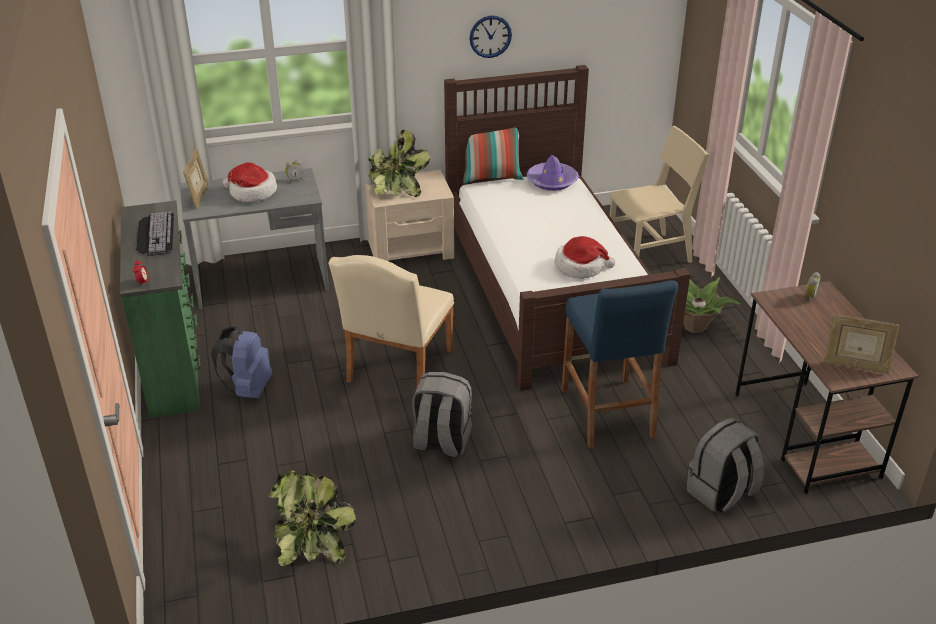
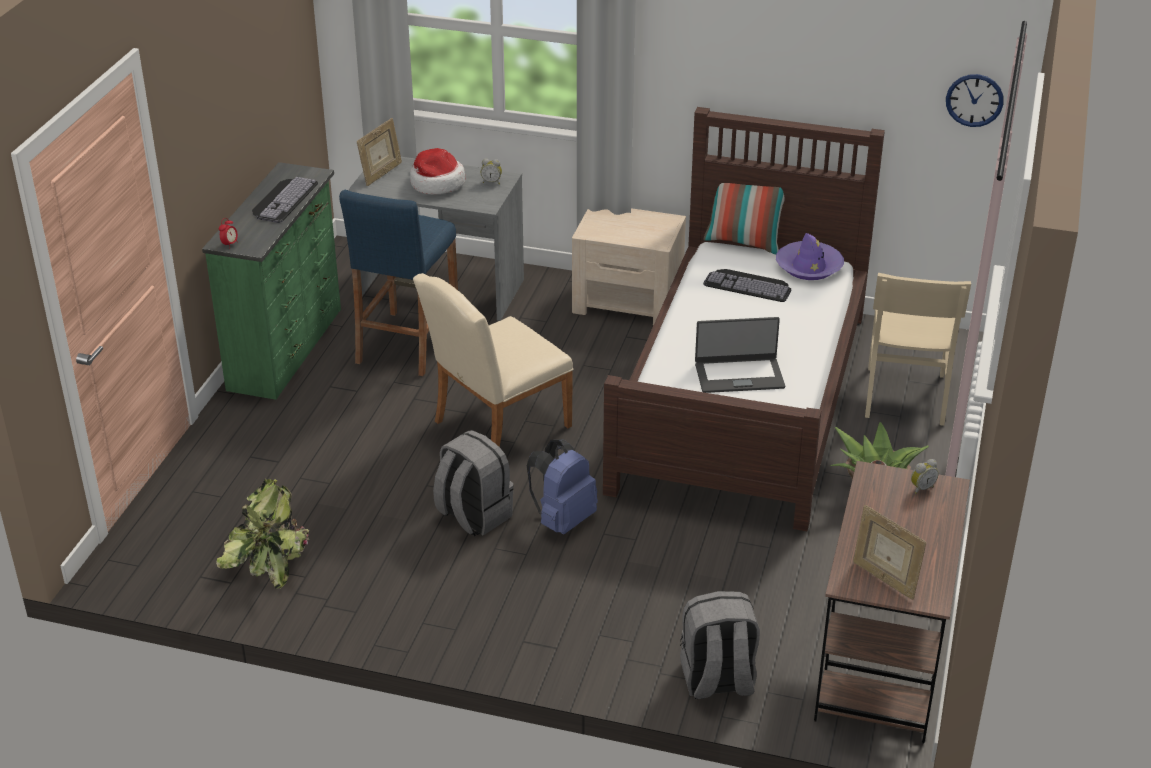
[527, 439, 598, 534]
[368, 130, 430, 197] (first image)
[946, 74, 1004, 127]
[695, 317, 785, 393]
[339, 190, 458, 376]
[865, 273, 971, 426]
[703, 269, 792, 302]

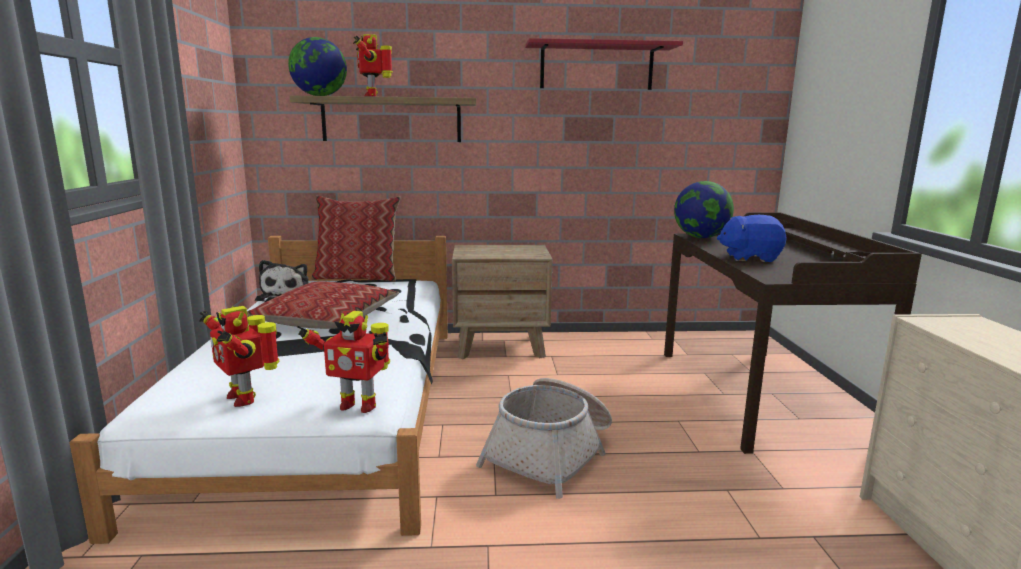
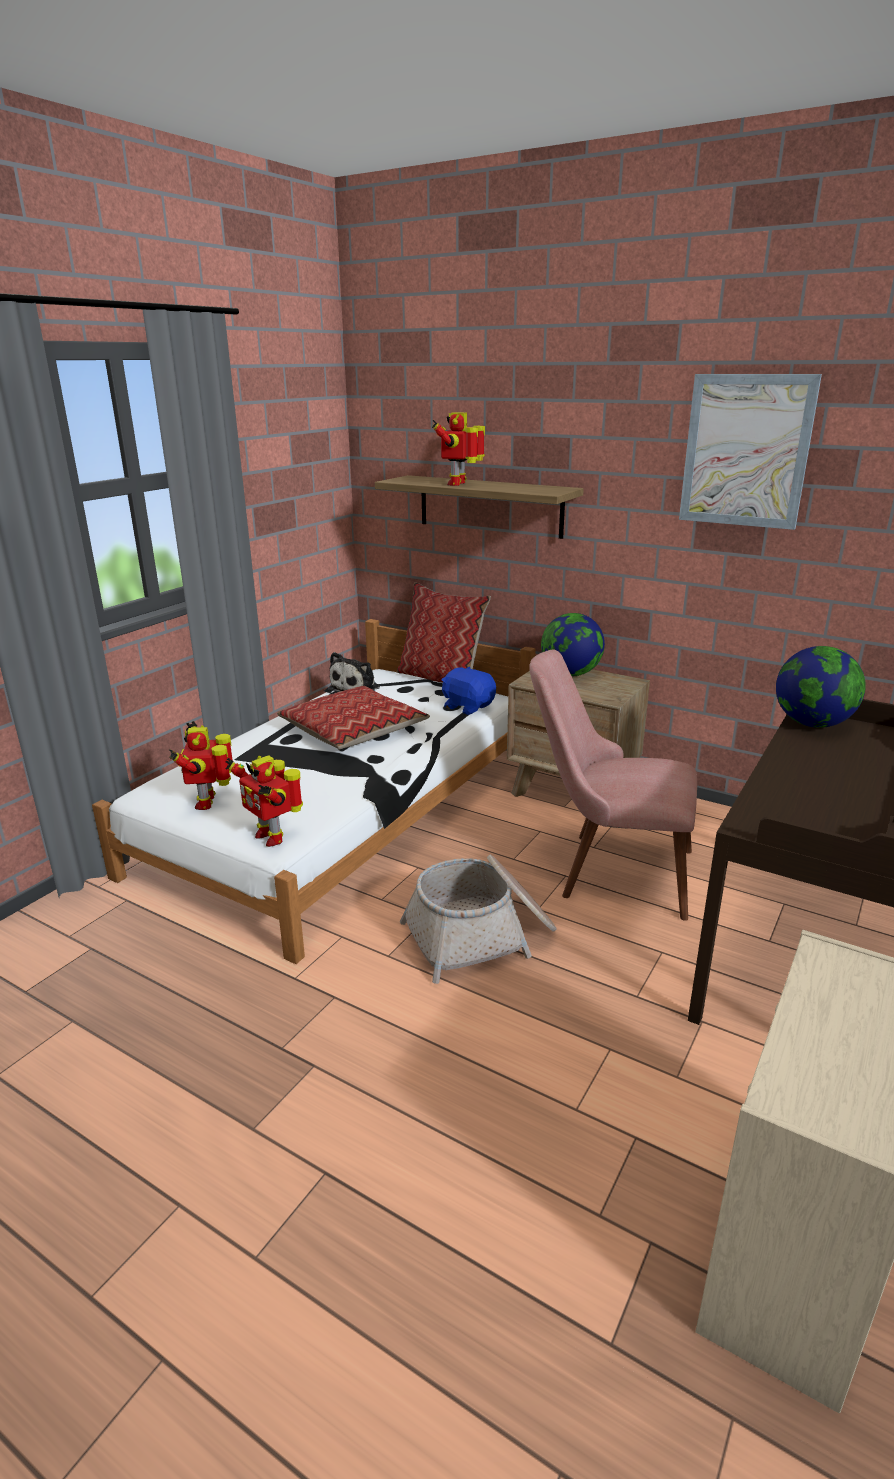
[541, 613, 605, 676]
[679, 374, 822, 530]
[442, 667, 496, 715]
[529, 650, 697, 921]

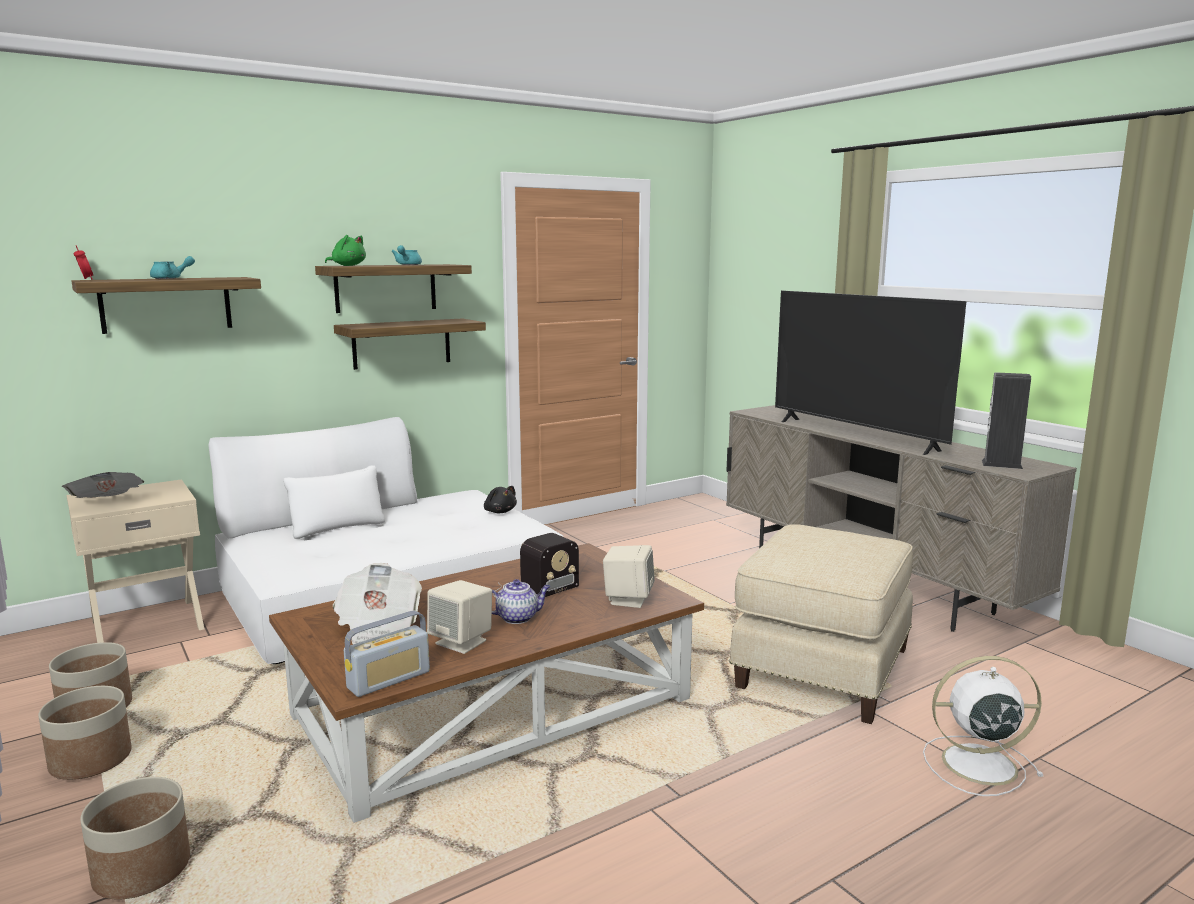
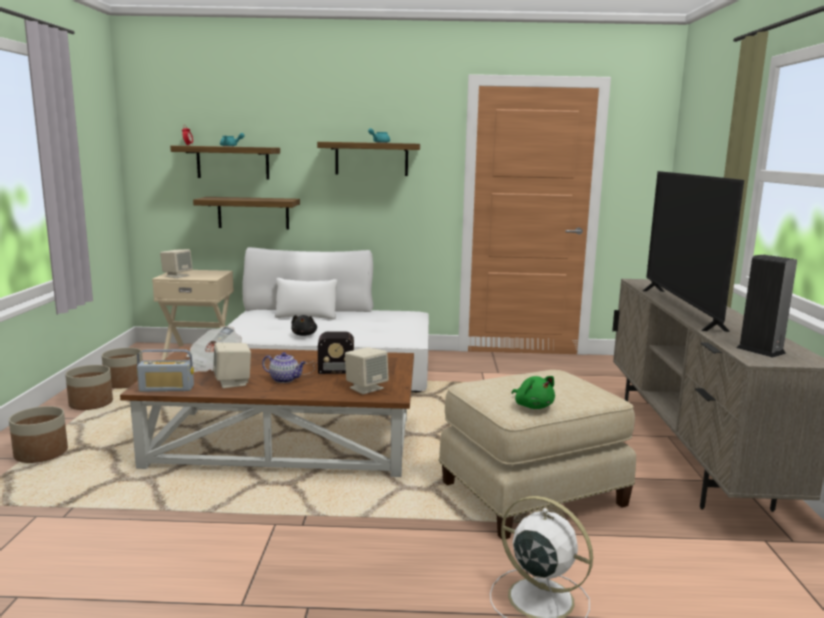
[160, 249, 193, 278]
[512, 376, 555, 409]
[193, 197, 300, 230]
[291, 315, 317, 336]

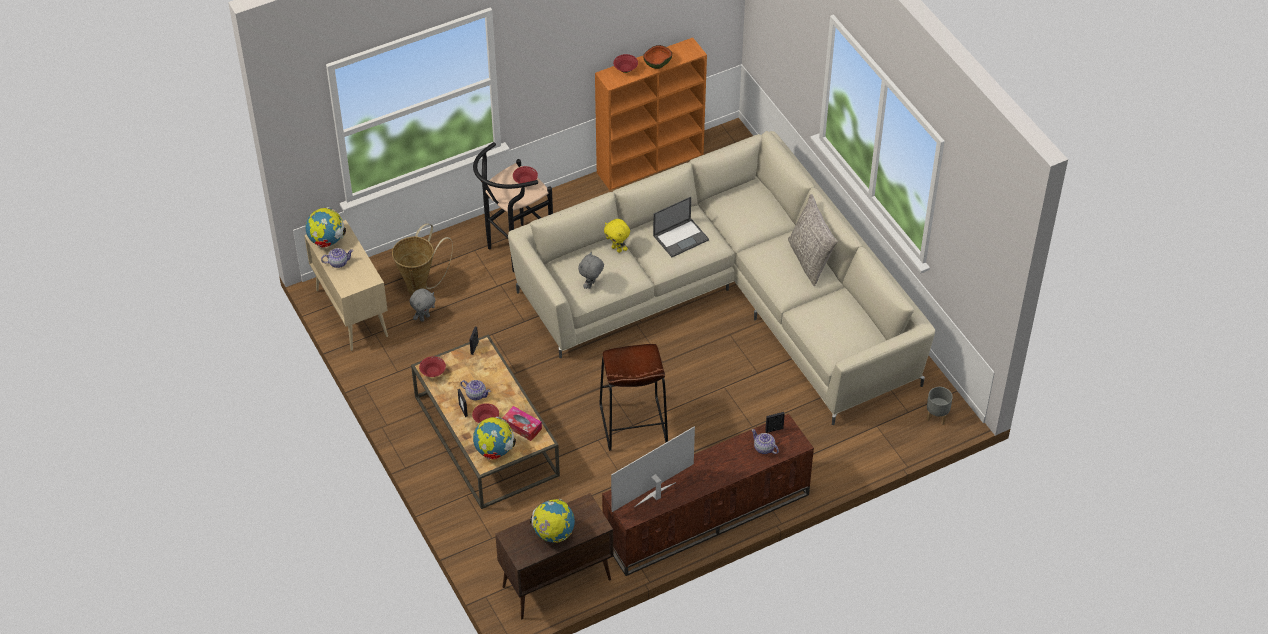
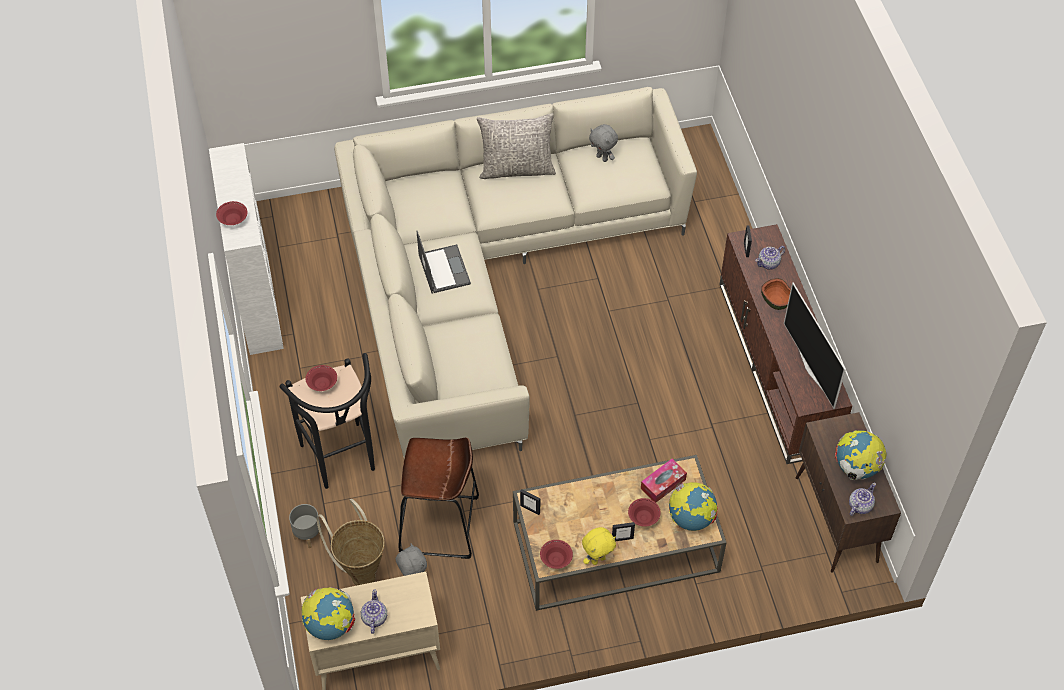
[849, 483, 876, 516]
[589, 124, 618, 162]
[209, 143, 284, 355]
[398, 438, 479, 559]
[582, 527, 616, 565]
[761, 278, 791, 310]
[289, 504, 322, 548]

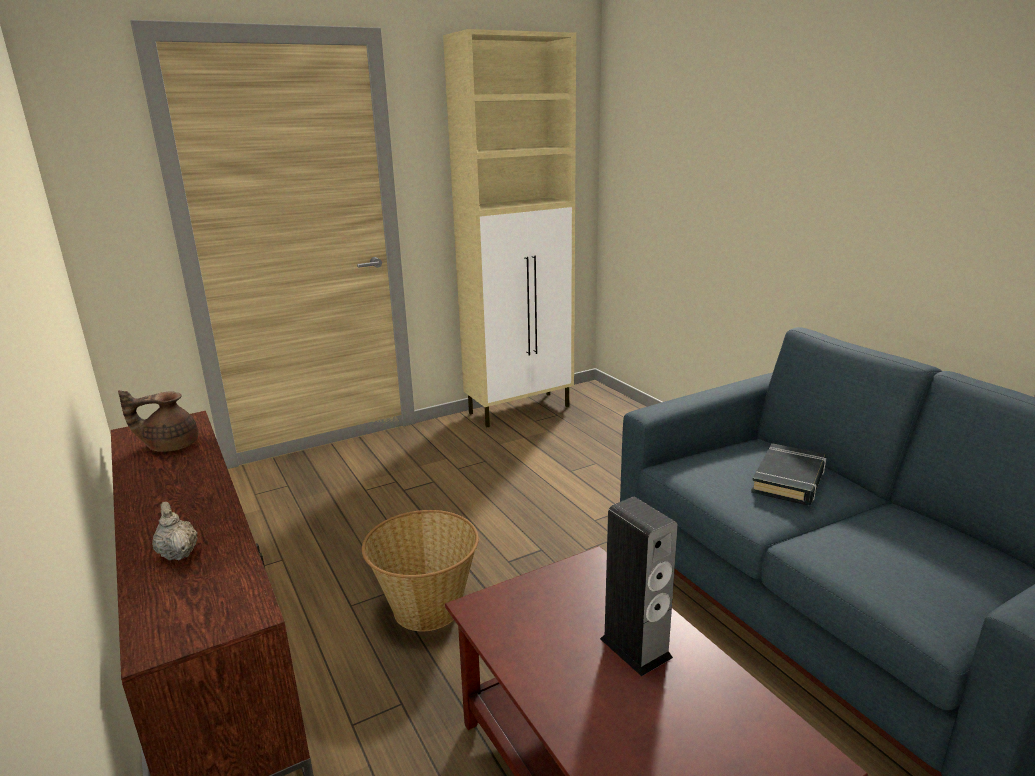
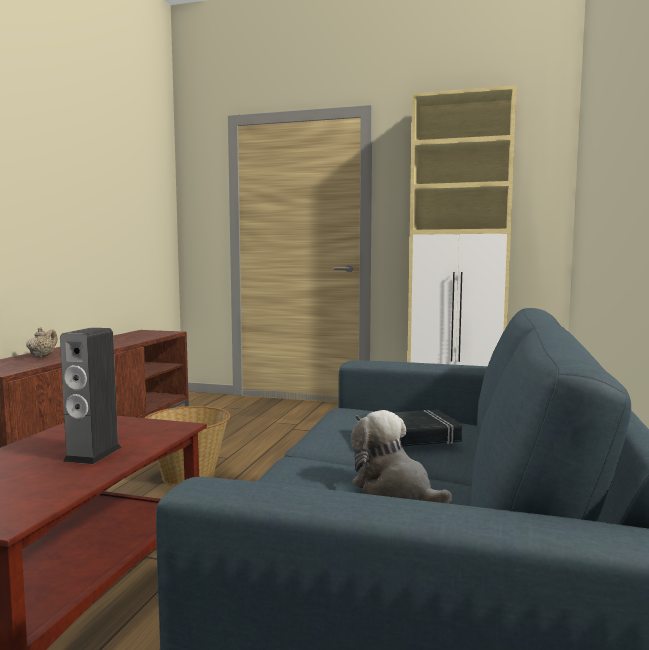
[118, 390, 198, 452] (first image)
[351, 410, 452, 504]

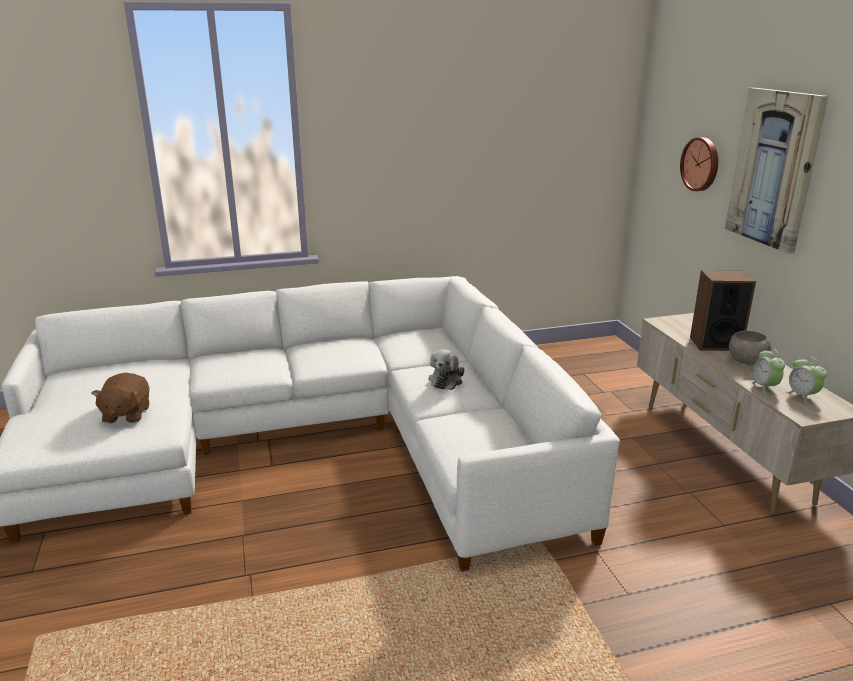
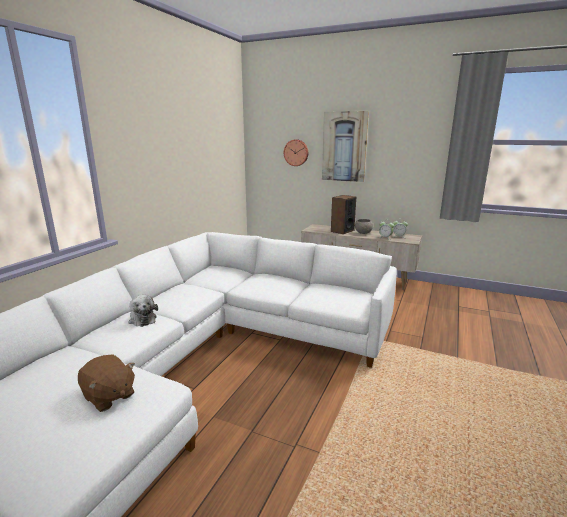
[129, 295, 158, 327]

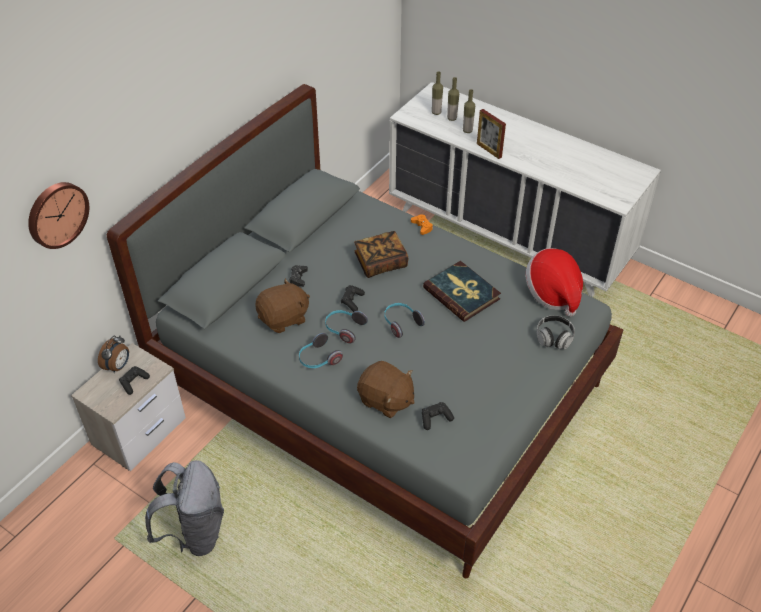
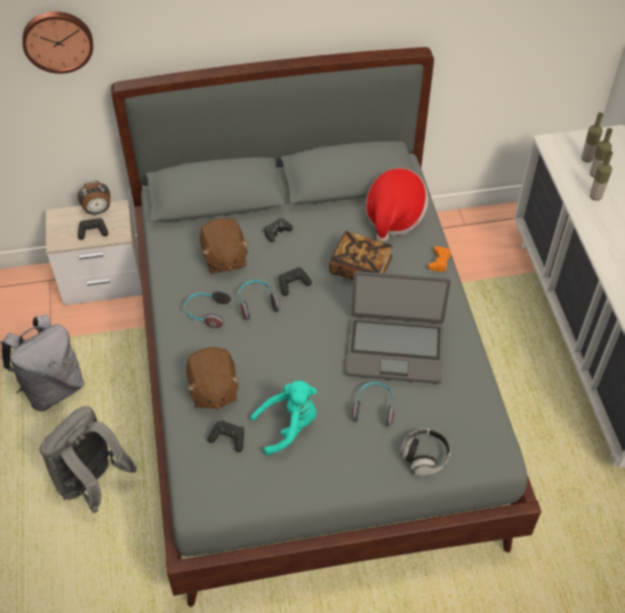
[199, 218, 249, 274]
[352, 382, 394, 427]
[346, 271, 451, 384]
[477, 109, 506, 159] (first image)
[366, 168, 428, 242]
[40, 406, 137, 513]
[250, 381, 317, 455]

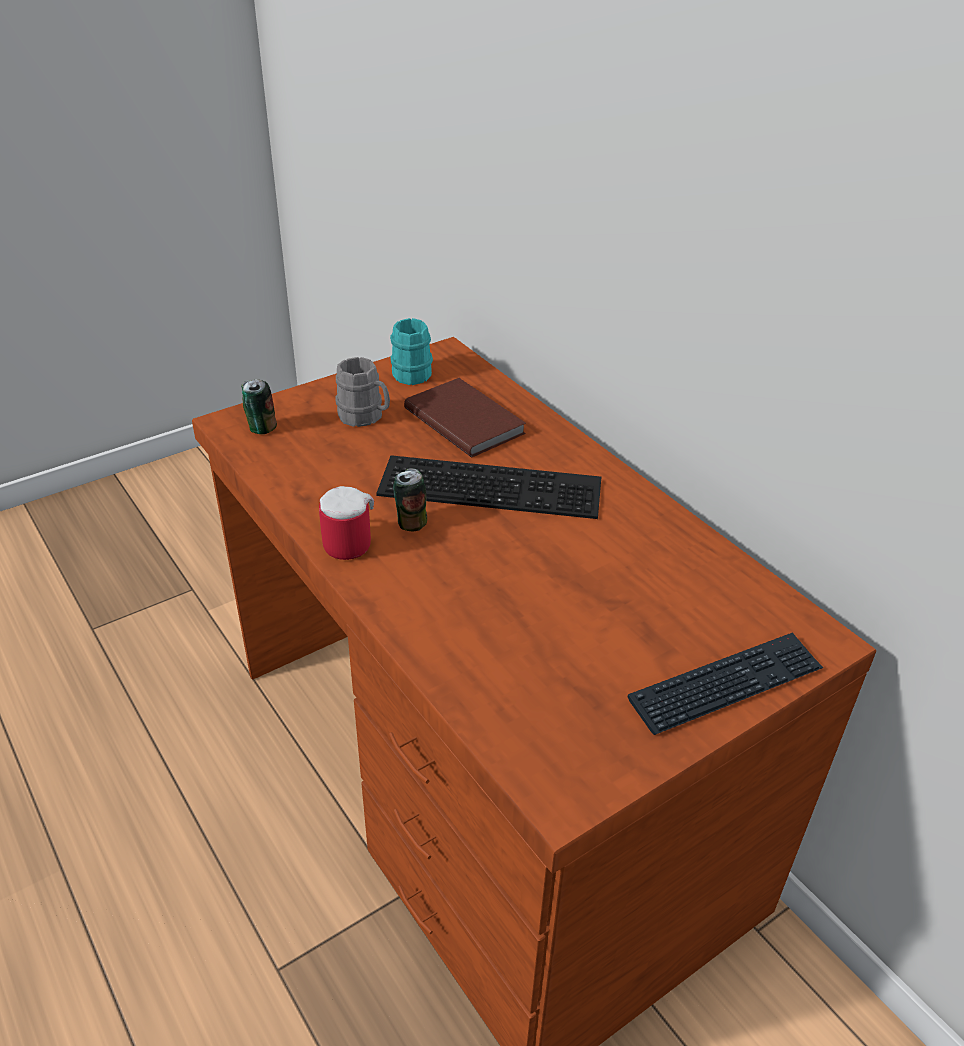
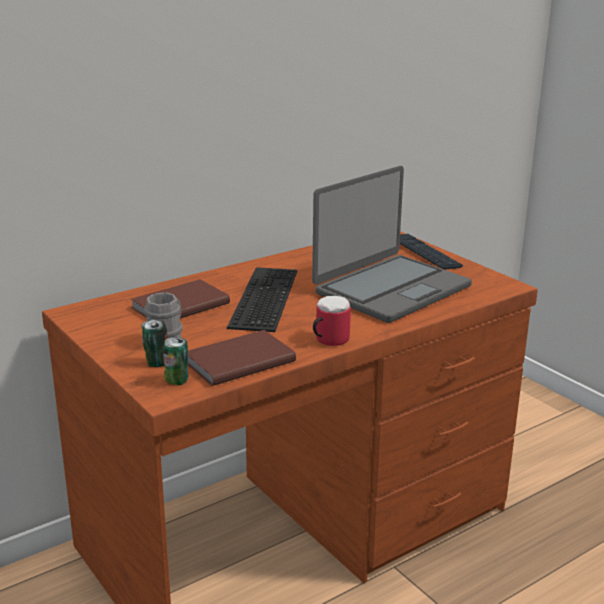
[390, 318, 433, 385] (first image)
[141, 319, 168, 367]
[188, 330, 296, 386]
[312, 166, 472, 323]

